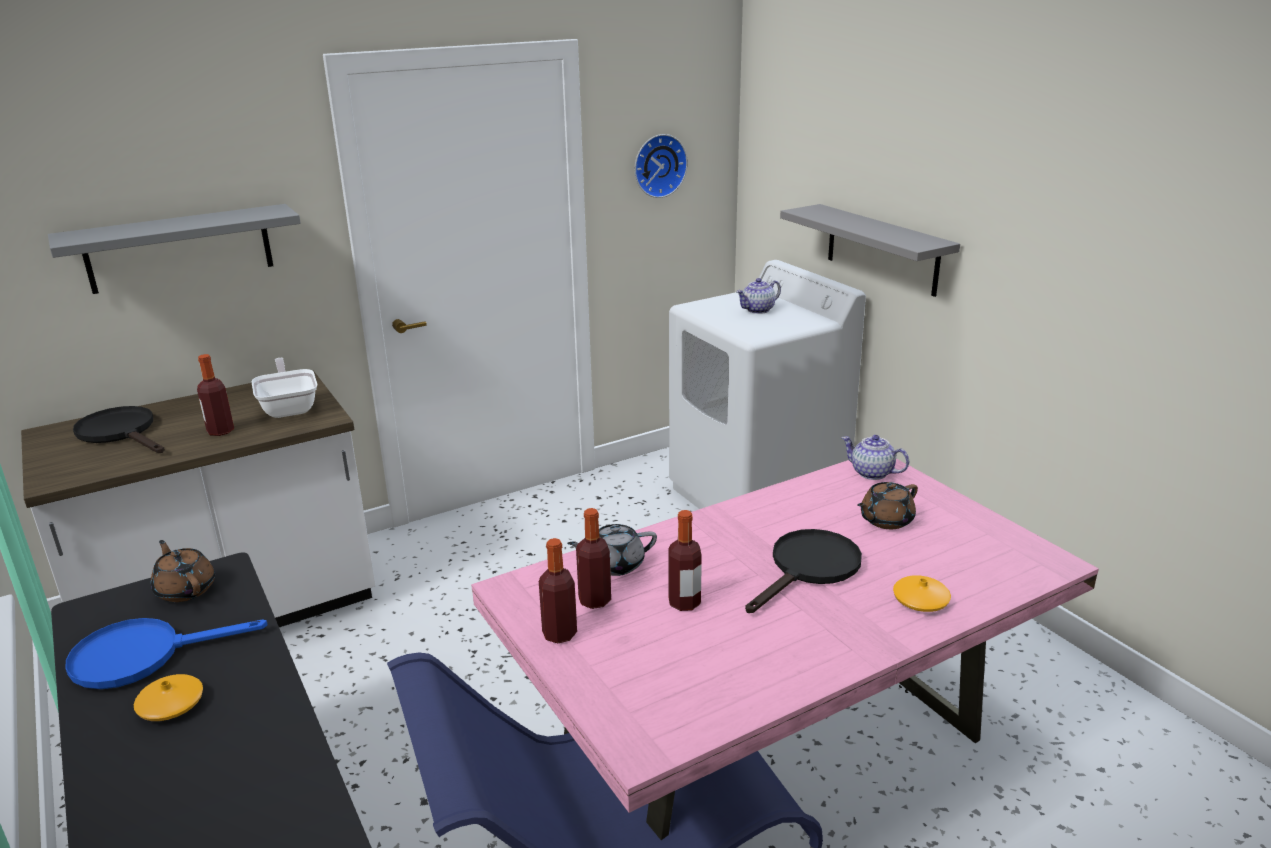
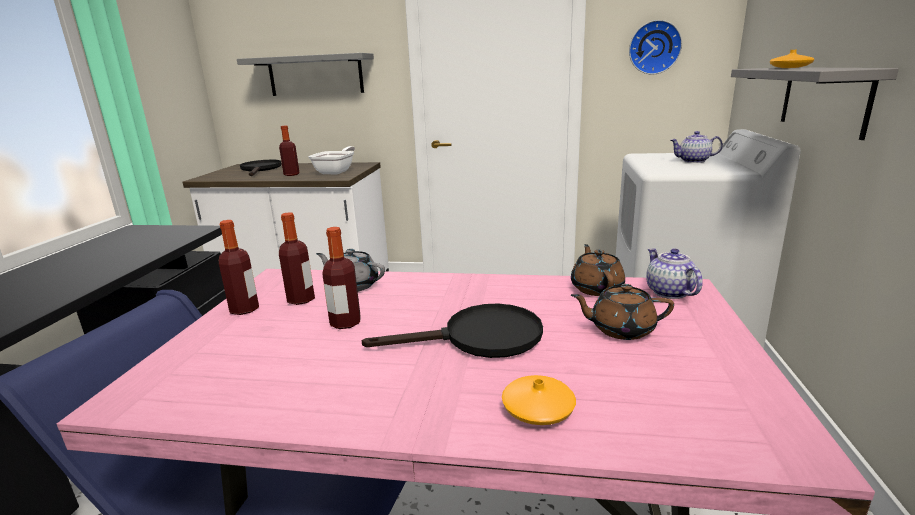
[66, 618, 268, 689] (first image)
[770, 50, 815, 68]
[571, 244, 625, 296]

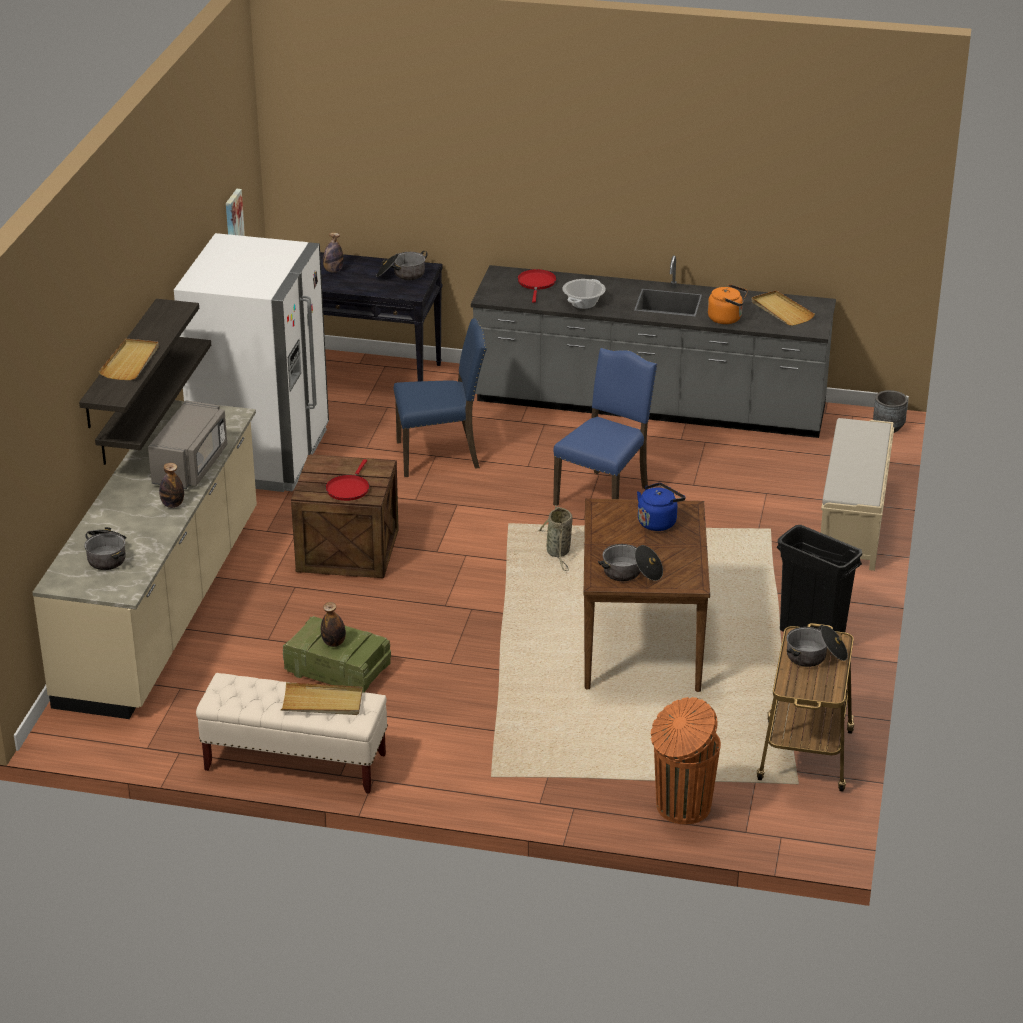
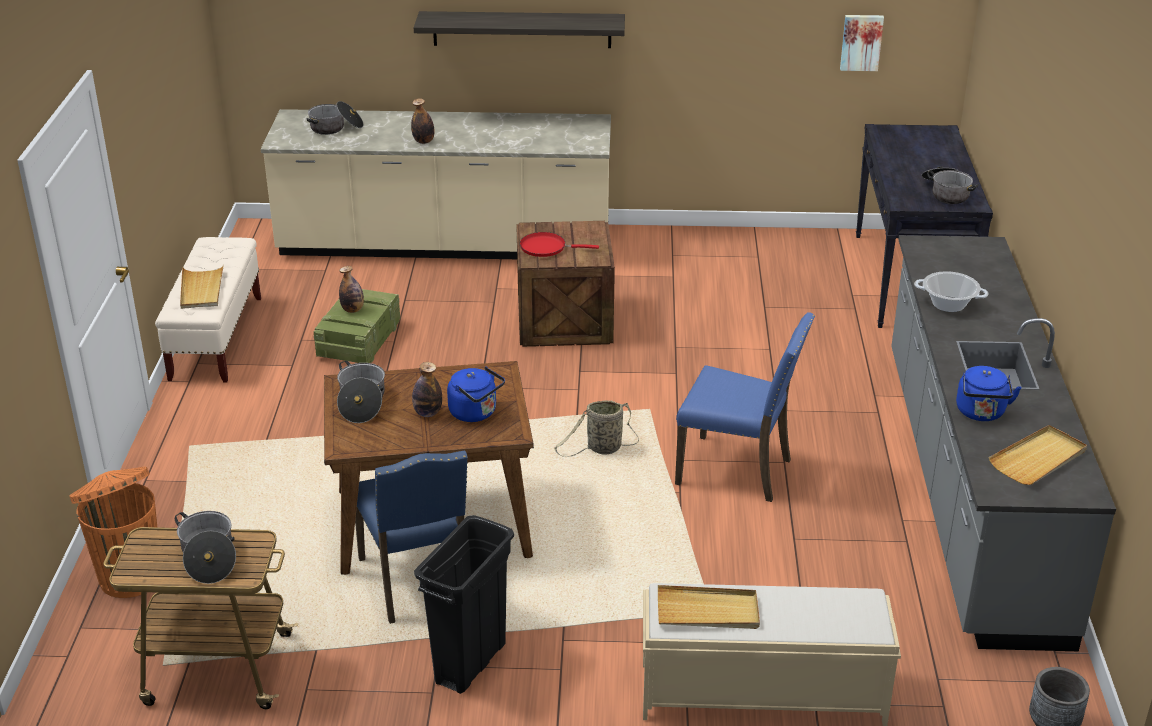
[95, 337, 211, 465] (first image)
[658, 585, 760, 629]
[148, 400, 227, 489] (first image)
[174, 233, 329, 492] (first image)
[412, 362, 442, 417]
[355, 450, 468, 624]
[517, 269, 556, 303] (first image)
[956, 366, 1022, 421]

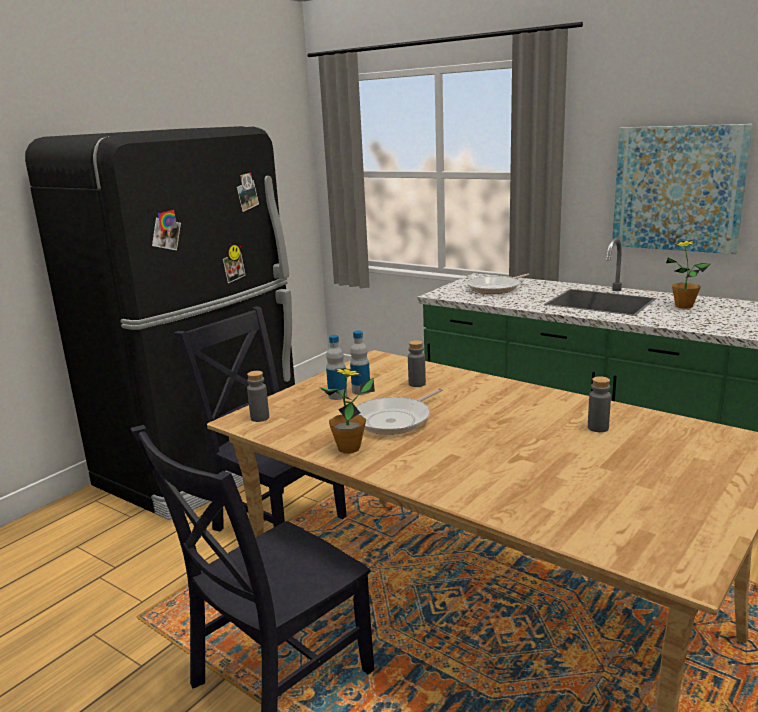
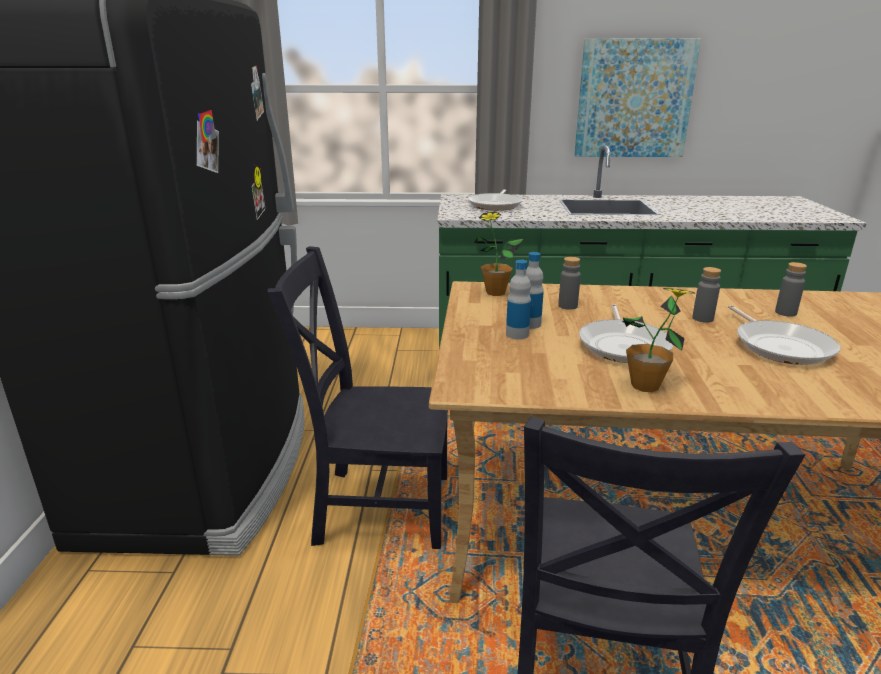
[692, 267, 721, 323]
[474, 211, 524, 296]
[728, 305, 840, 365]

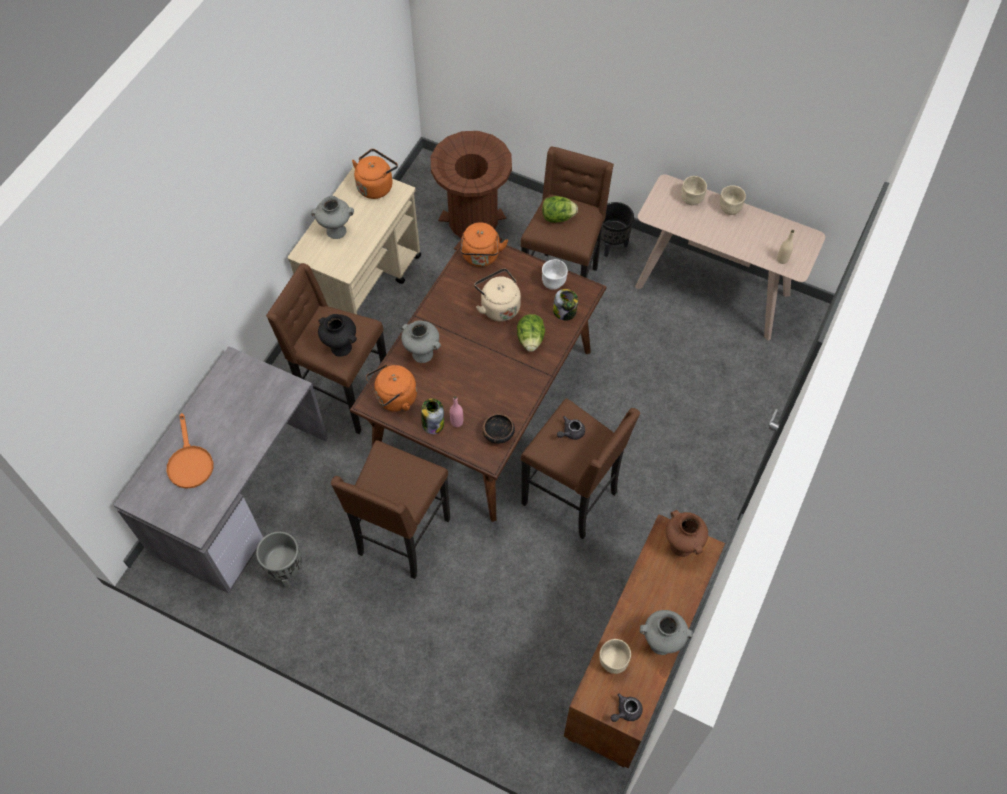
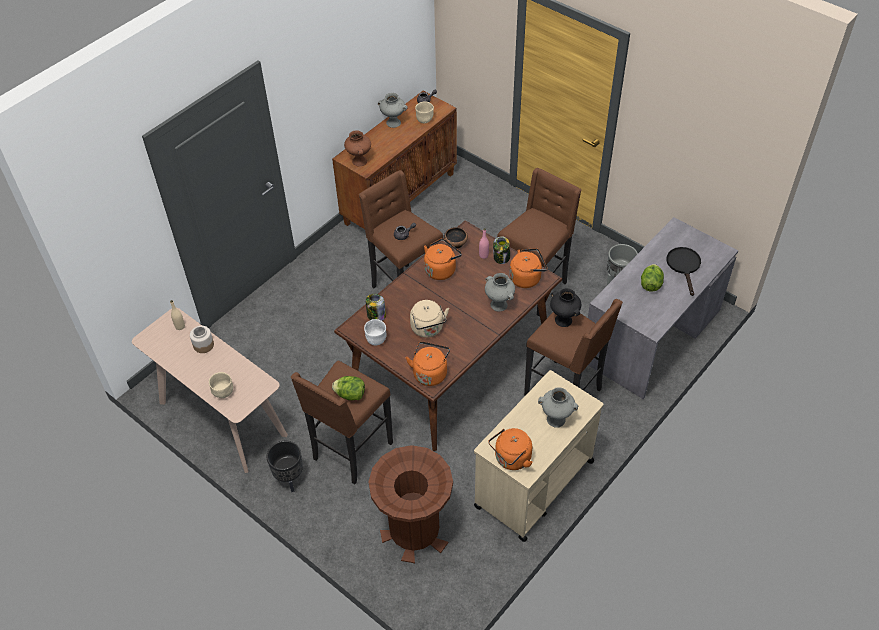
[667, 247, 701, 296]
[641, 264, 664, 292]
[720, 185, 746, 215] (first image)
[190, 326, 214, 353]
[424, 238, 462, 280]

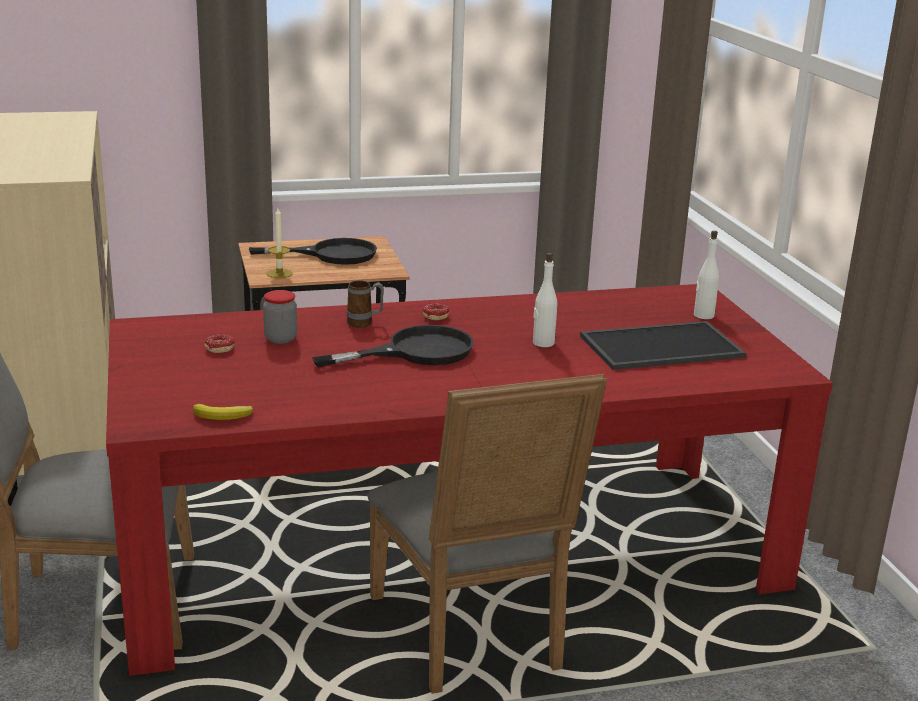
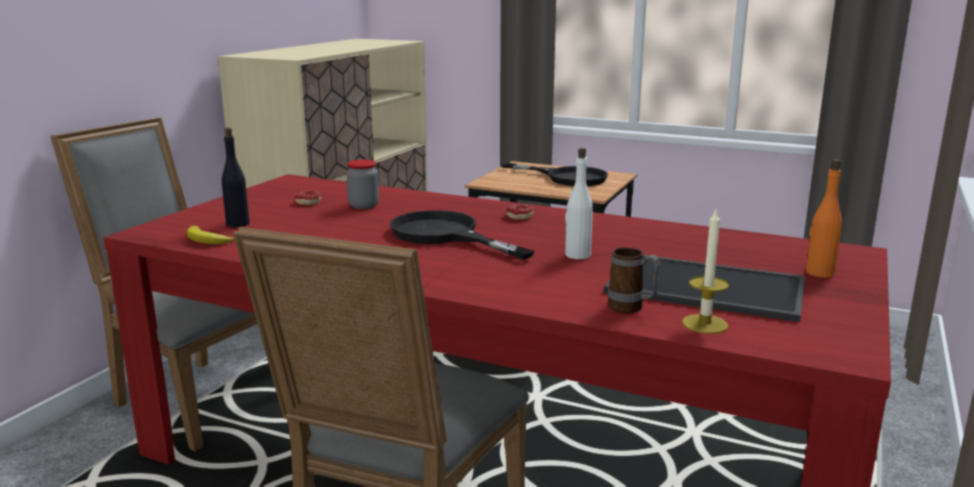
[682, 210, 729, 334]
[390, 210, 535, 260]
[608, 247, 660, 313]
[806, 159, 842, 278]
[222, 128, 249, 227]

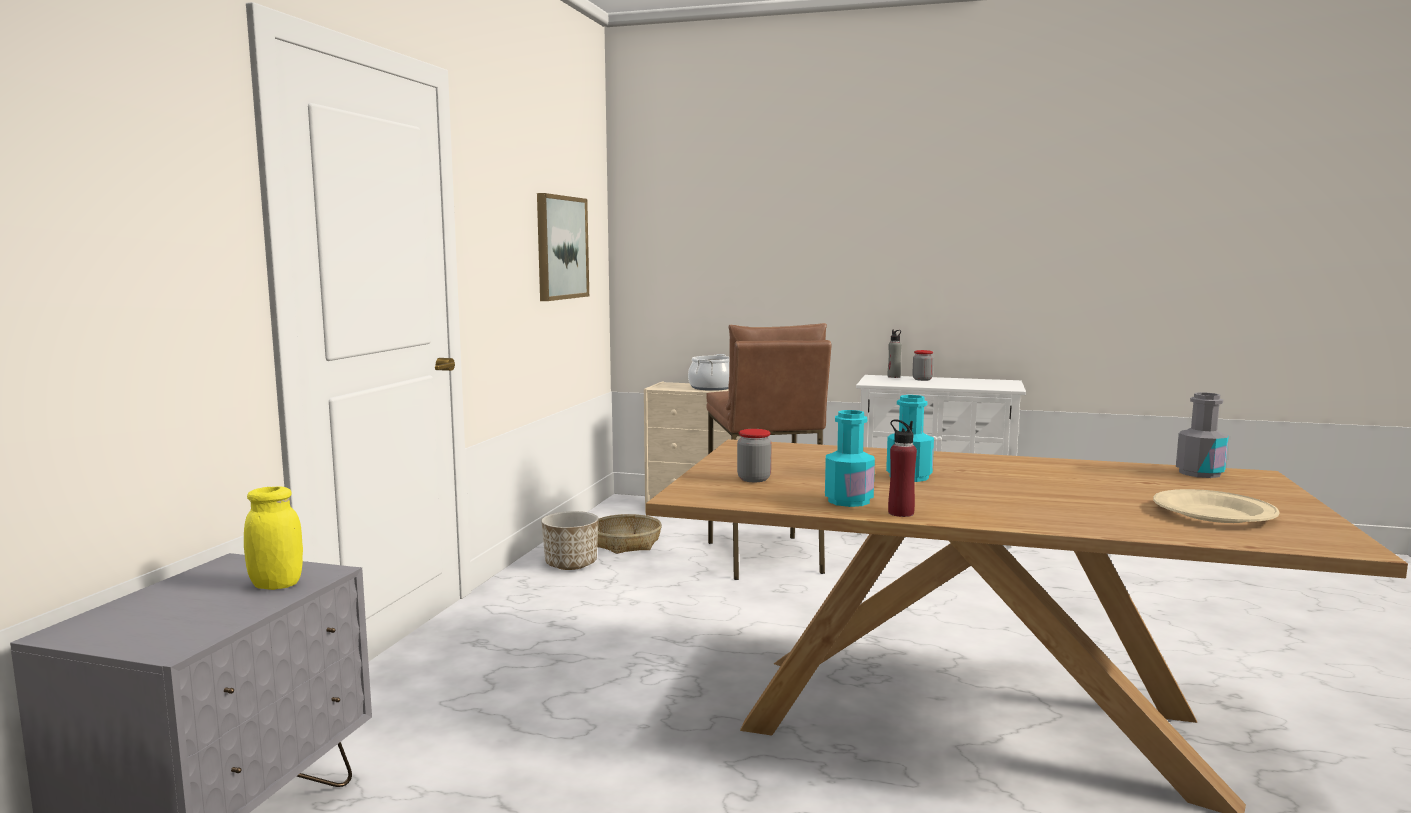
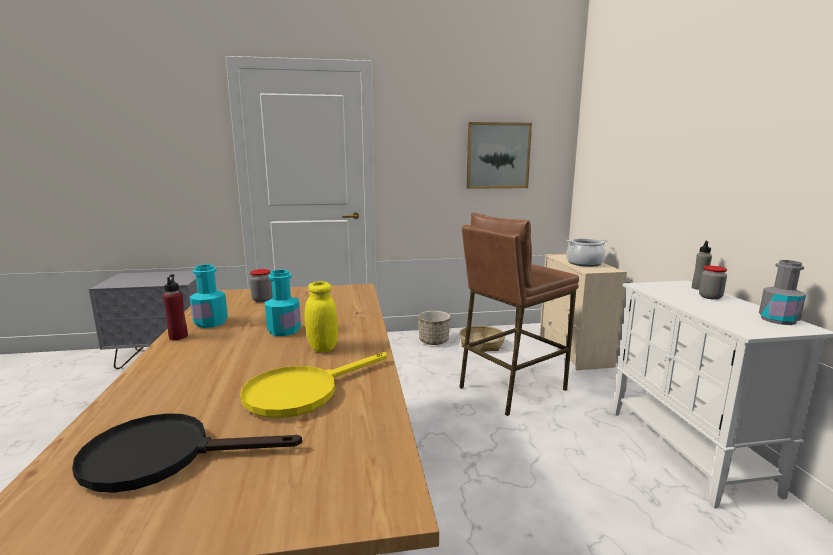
[305, 281, 338, 352]
[72, 413, 302, 493]
[759, 260, 806, 325]
[240, 352, 387, 418]

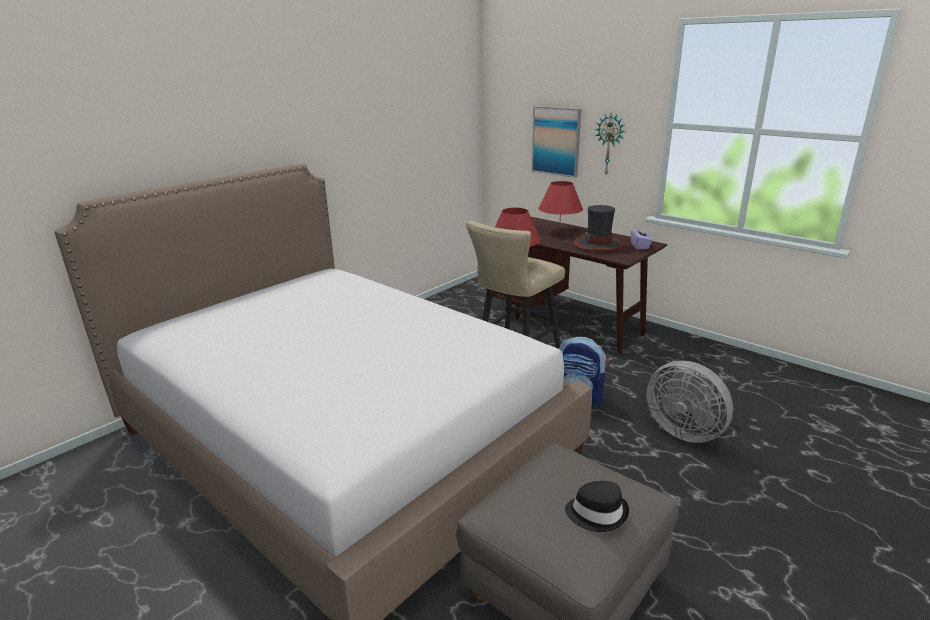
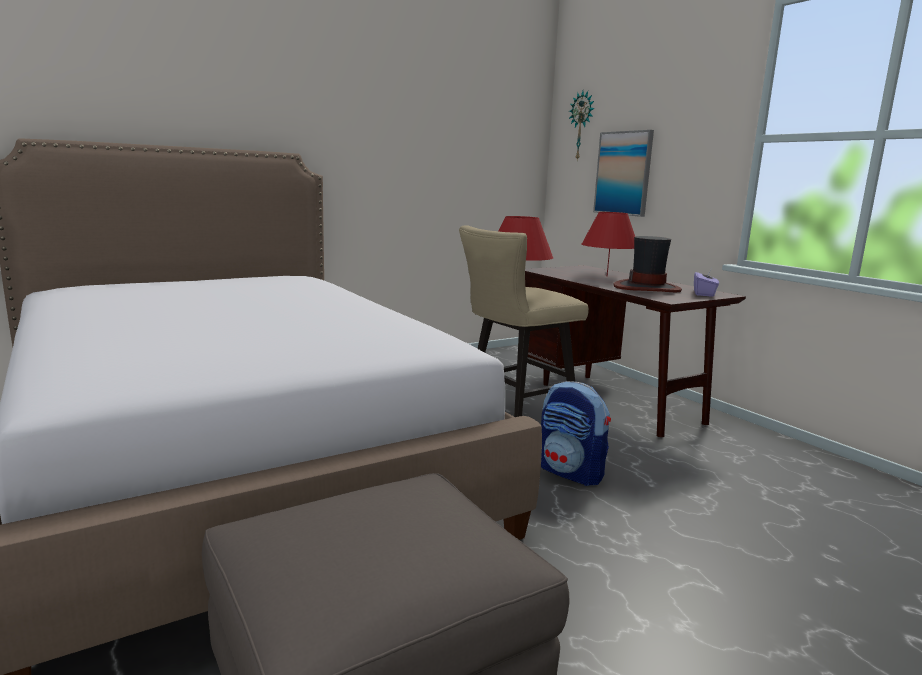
[565, 481, 629, 532] (first image)
[569, 91, 594, 160]
[646, 361, 733, 443] (first image)

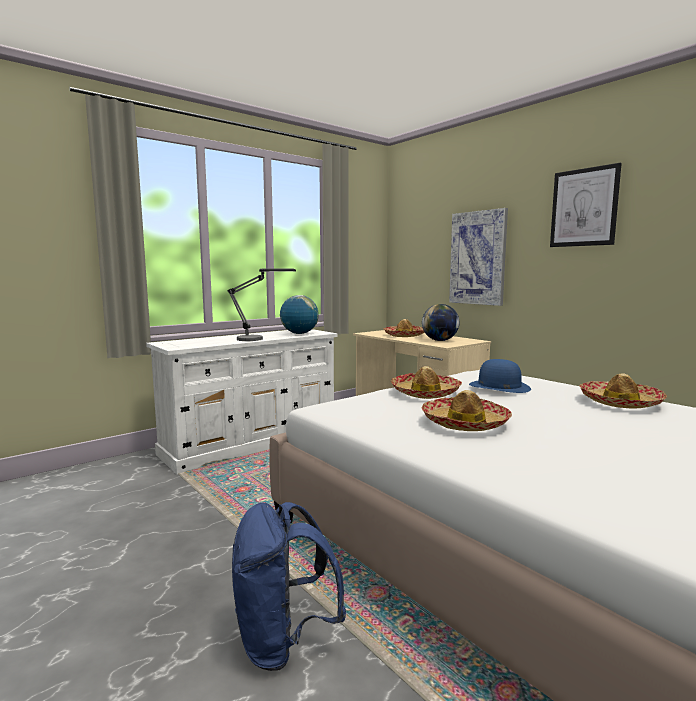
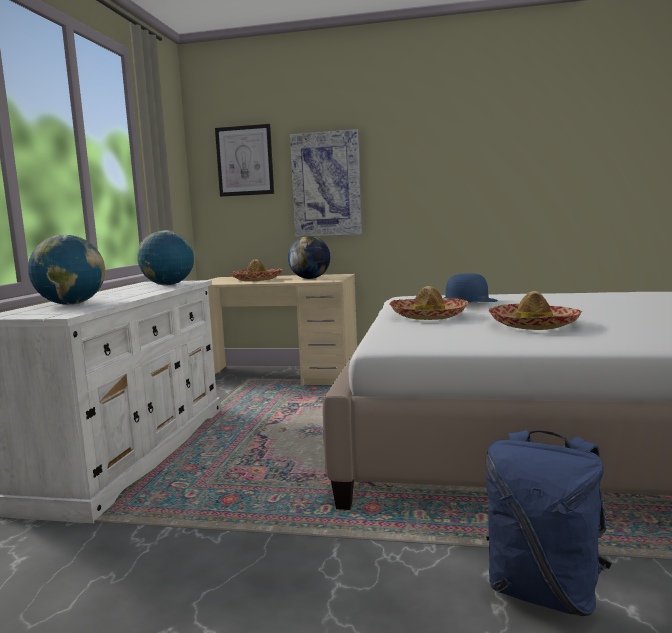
[228, 268, 296, 341] (first image)
[215, 124, 274, 197]
[579, 373, 667, 408] (first image)
[28, 235, 105, 305]

